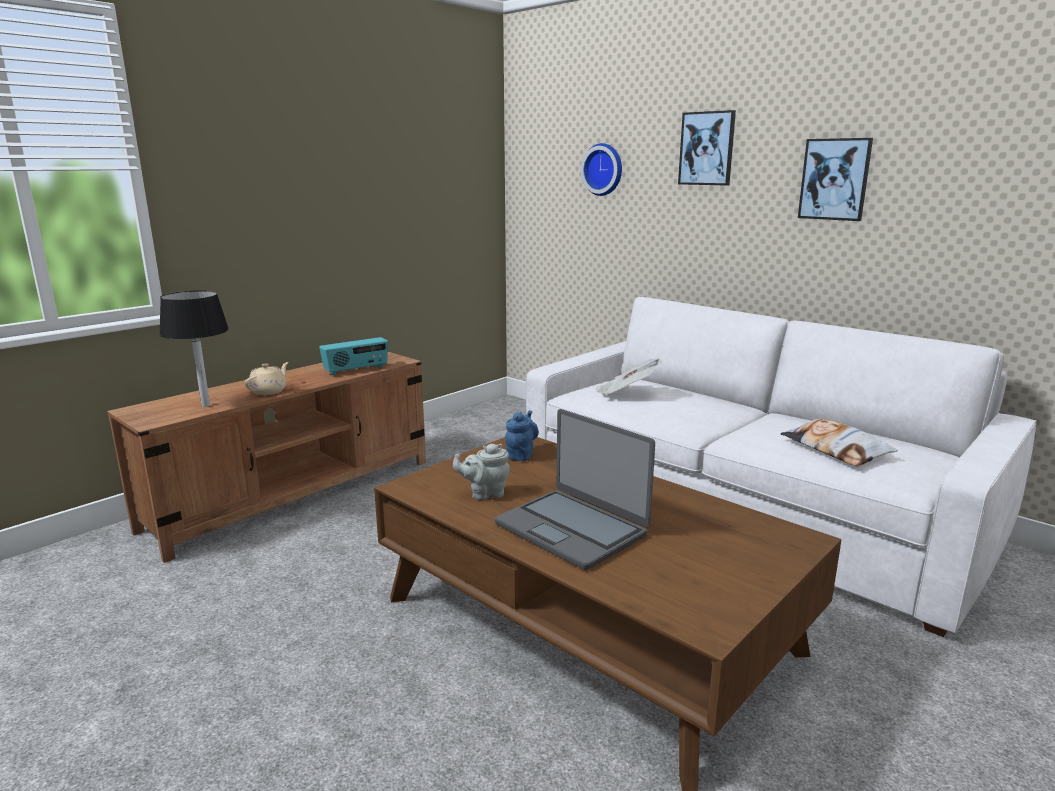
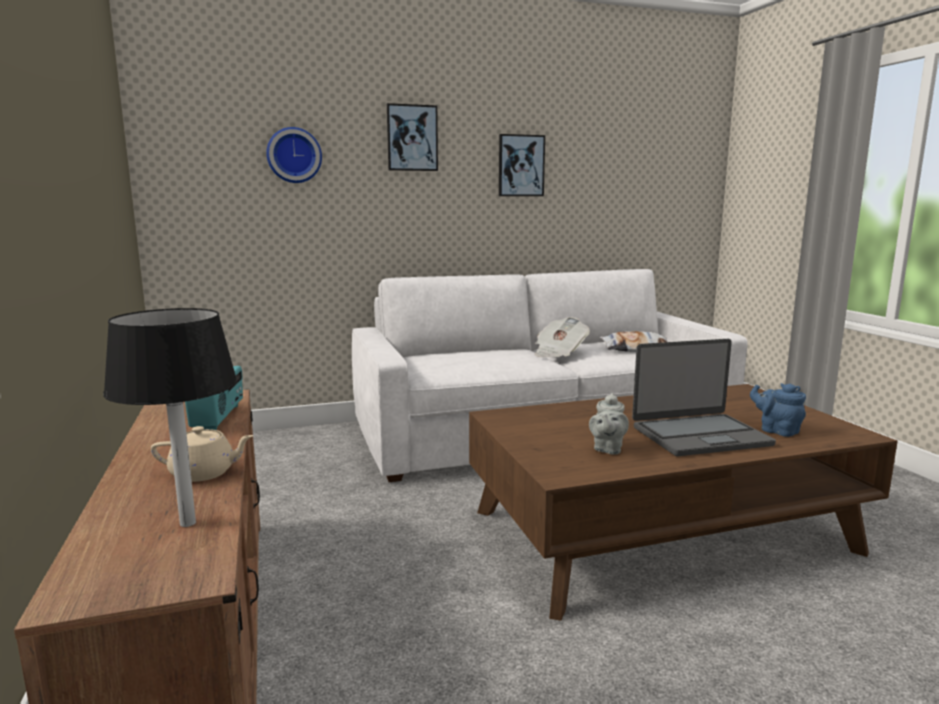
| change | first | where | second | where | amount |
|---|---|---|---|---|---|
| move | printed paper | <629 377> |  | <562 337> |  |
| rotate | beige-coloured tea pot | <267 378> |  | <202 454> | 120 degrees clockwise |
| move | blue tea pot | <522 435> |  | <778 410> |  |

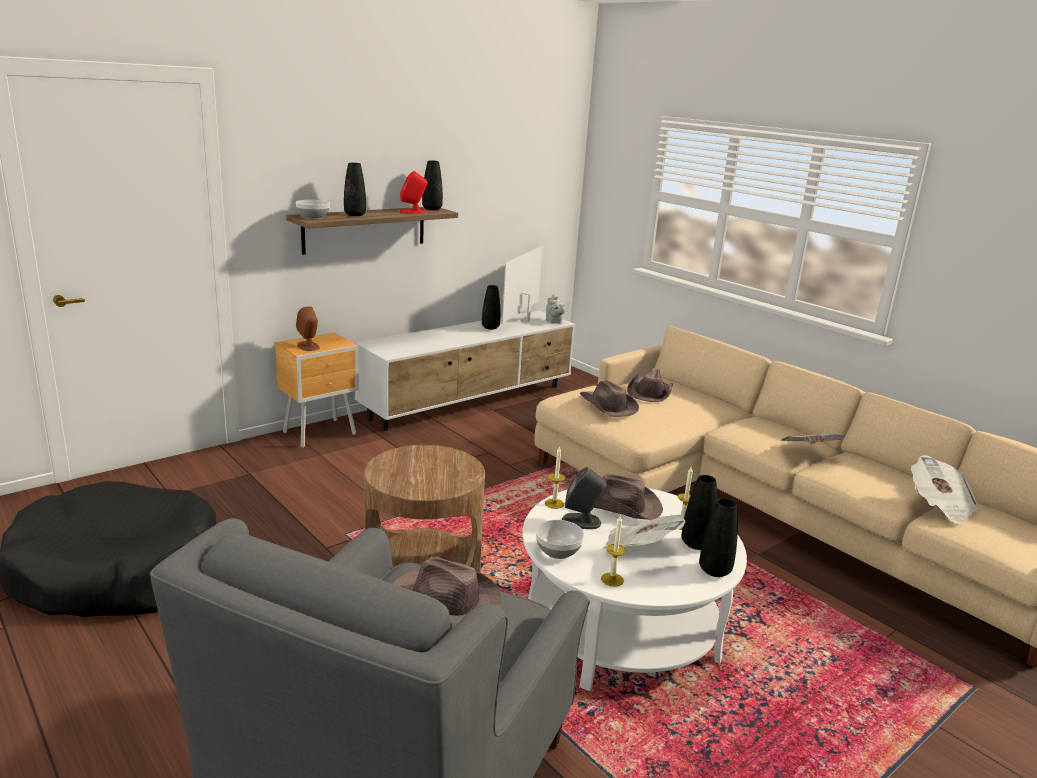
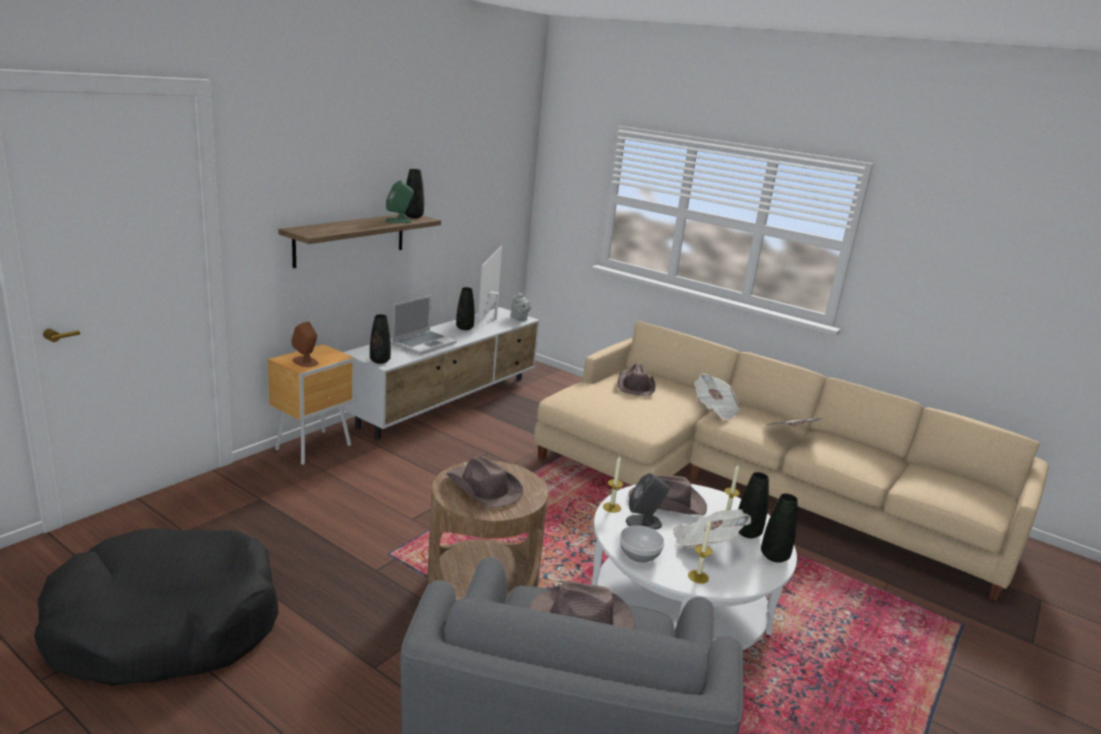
| change | first | where | second | where | amount |
|---|---|---|---|---|---|
| move | black flower vase | <355 189> |  | <380 339> |  |
| recolor | red loudspeaker | <413 192> | green loudspeaker | <400 202> |  |
| delete | serving bowl | <313 209> |  |  |  |
| move | brown-coloured wearable hat | <609 398> |  | <484 481> |  |
| move | printed paper | <945 489> |  | <718 397> |  |
| insert |  |  | portable computer | <424 325> |  |

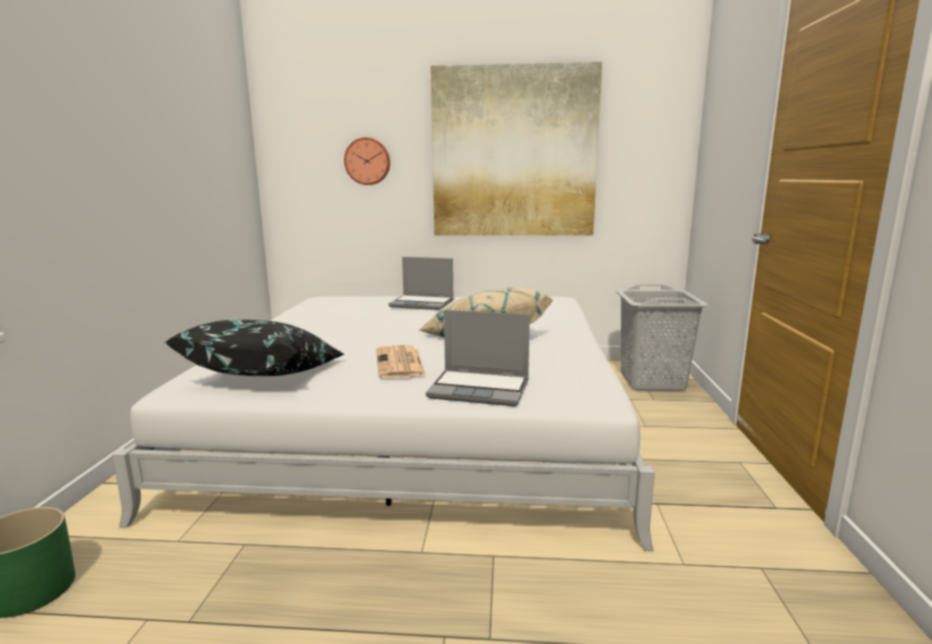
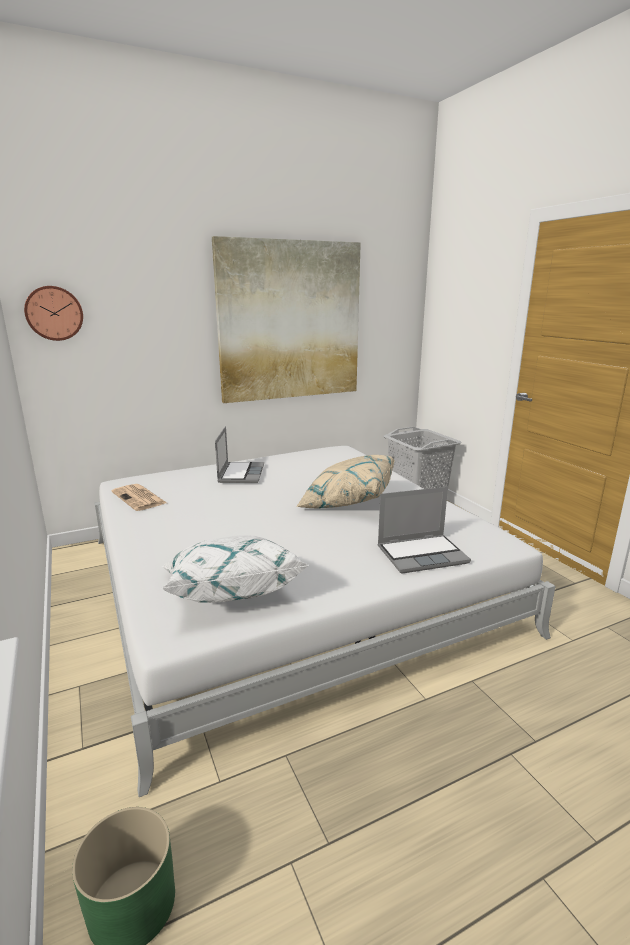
| change | first | where | second | where | amount |
|---|---|---|---|---|---|
| move | clock on the wall | <367 161> |  | <53 313> |  |
| rotate | portable computer | <421 283> |  | <239 454> | 75 degrees counterclockwise |
| recolor | black pillow | <254 348> | white-coloured pillow | <235 569> |  |
| move | printed paper | <401 361> |  | <139 497> |  |

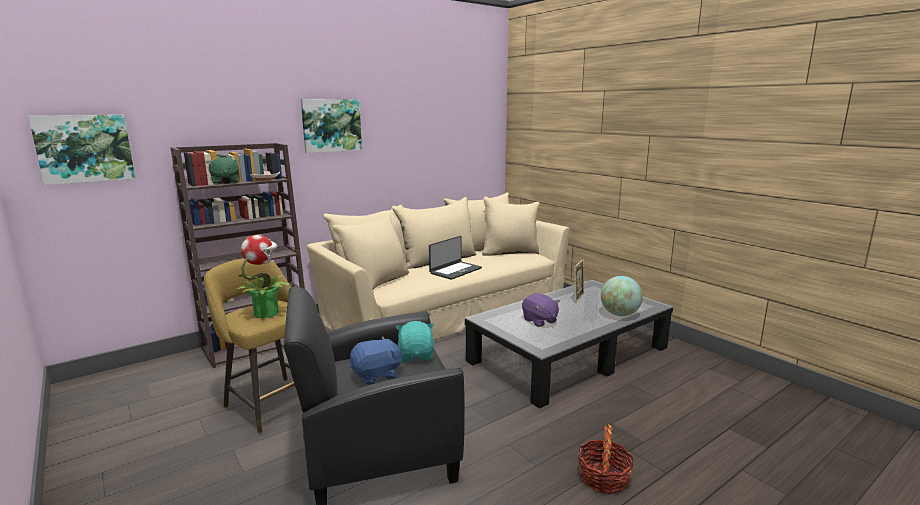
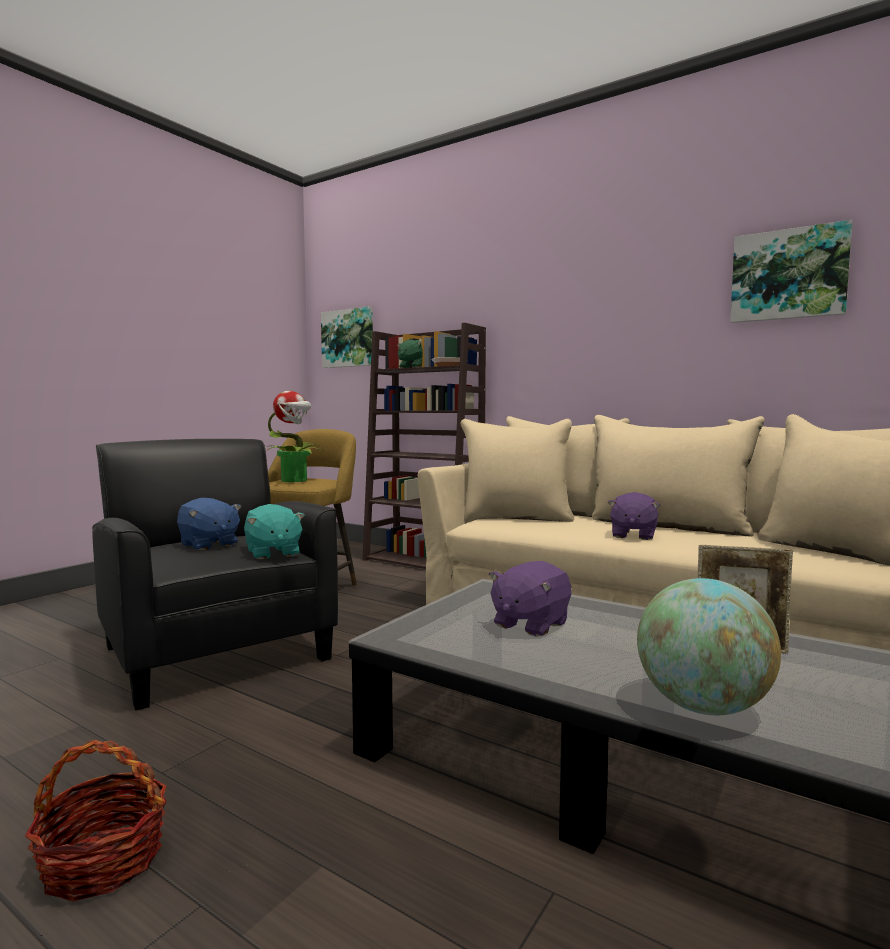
| change | first | where | second | where | amount |
|---|---|---|---|---|---|
| move | picture | <331 126> |  | <791 271> |  |
| replace | portable computer | <455 258> | purple-coloured plush toy | <634 516> |  |
| rotate | turquoise plush toy | <415 341> |  | <274 532> | 90 degrees clockwise |

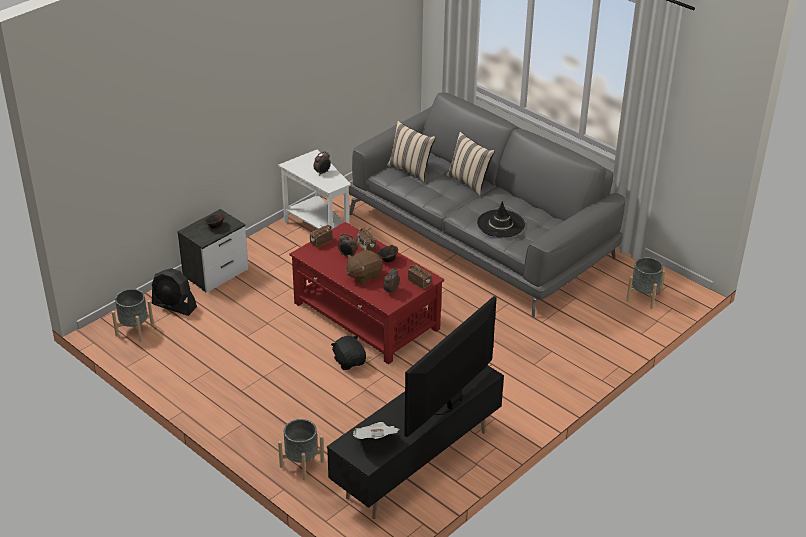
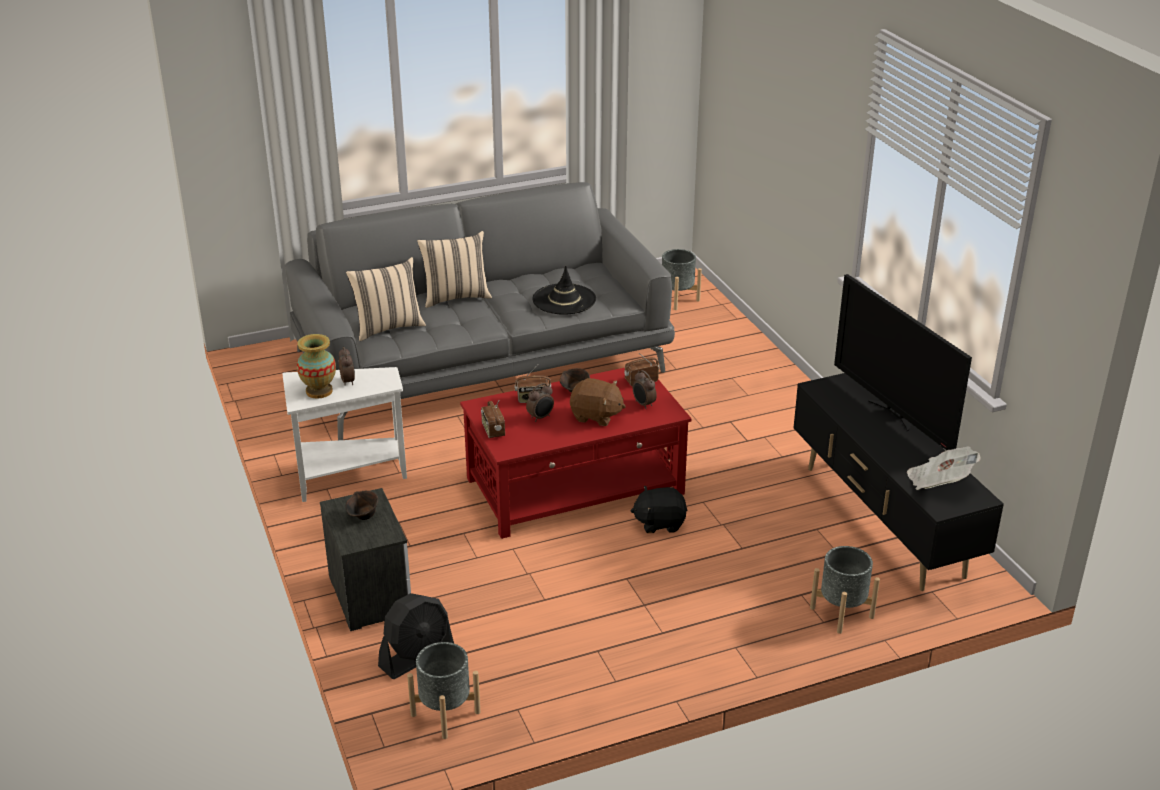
| change | first | where | second | where | amount |
|---|---|---|---|---|---|
| rotate | brown-coloured plush toy | <365 267> |  | <598 402> | 60 degrees counterclockwise |
| insert |  |  | flower vase | <316 366> |  |

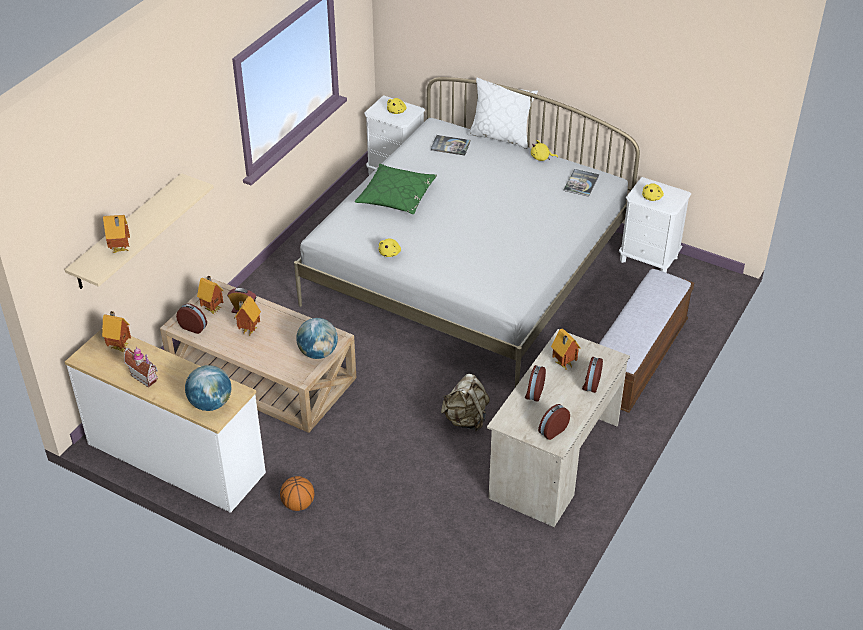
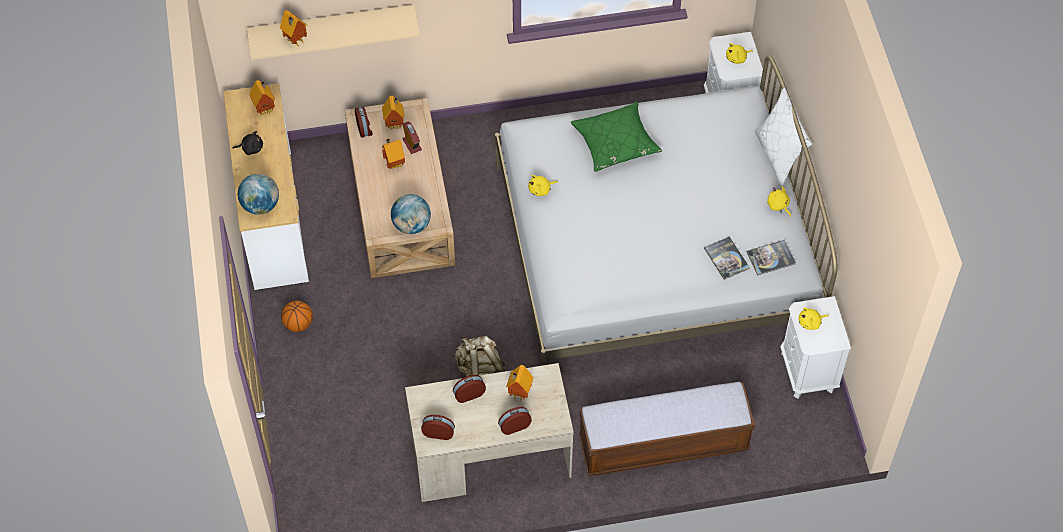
| change | first | where | second | where | amount |
|---|---|---|---|---|---|
| move | book | <451 145> |  | <727 258> |  |
| replace | miniature house | <141 367> | black plush toy | <248 143> |  |

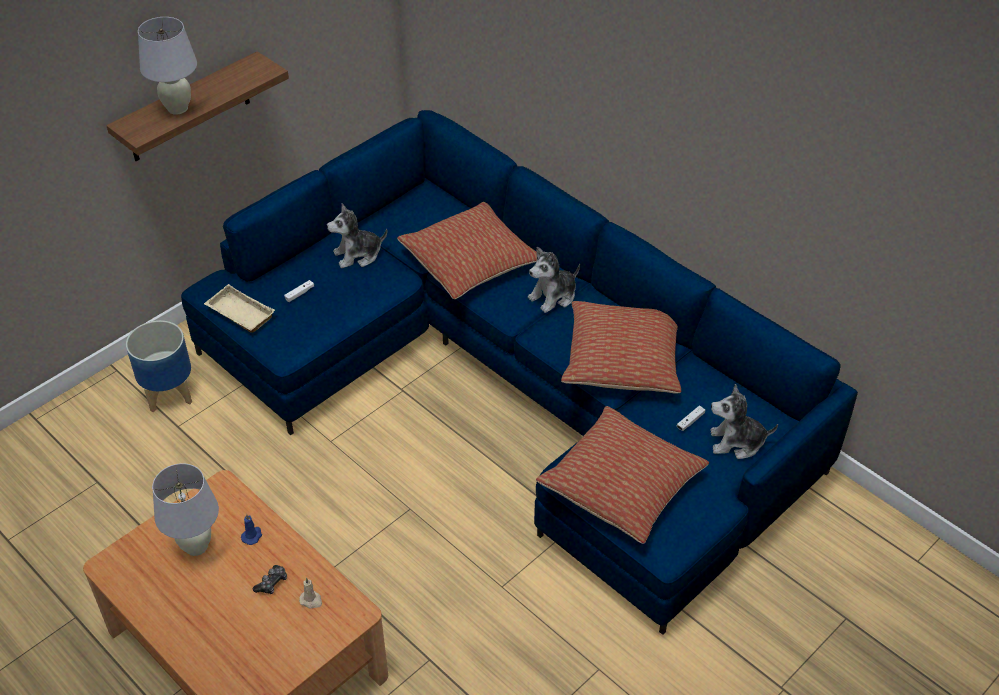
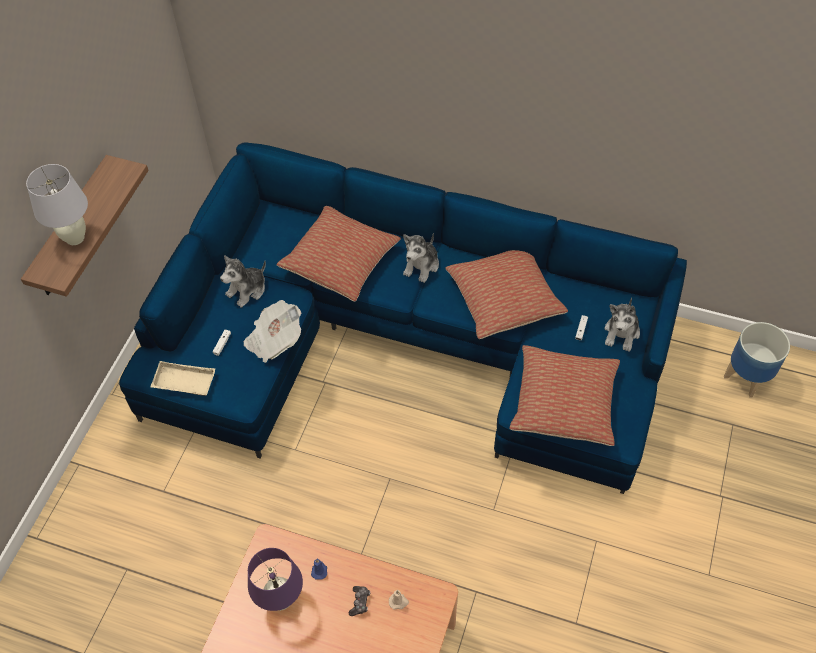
| change | first | where | second | where | amount |
|---|---|---|---|---|---|
| move | planter | <159 366> |  | <757 359> |  |
| rotate | plush toy | <744 421> |  | <622 325> | 45 degrees counterclockwise |
| recolor | white-coloured lamp for a table | <185 509> | purple-coloured lamp for a table | <275 579> |  |
| insert |  |  | printed paper | <272 331> |  |

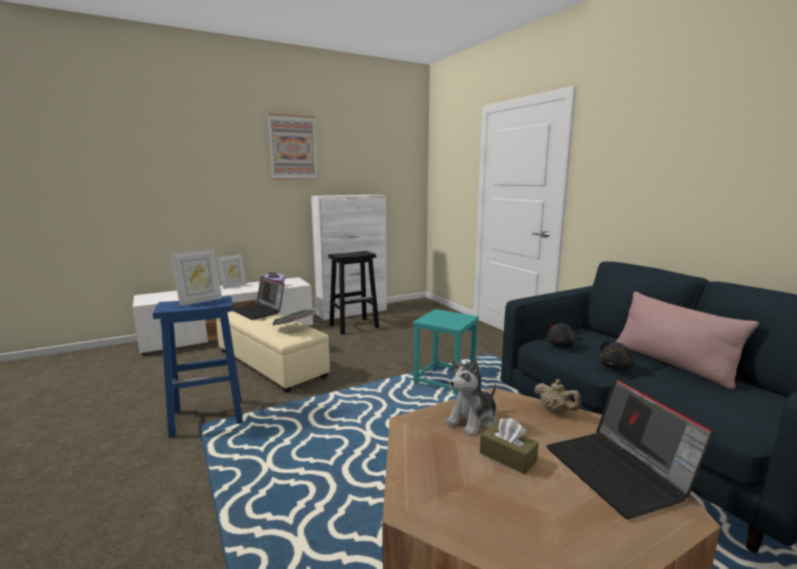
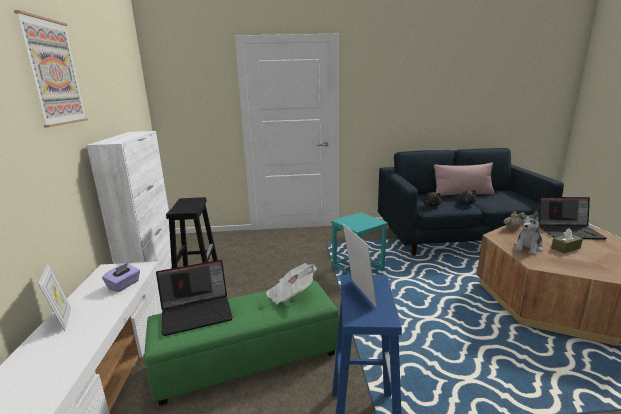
| change | first | where | second | where | amount |
|---|---|---|---|---|---|
| recolor | beige-coloured footrest | <273 352> | green footrest | <241 343> |  |
| rotate | plush toy | <470 397> |  | <528 233> | 60 degrees clockwise |

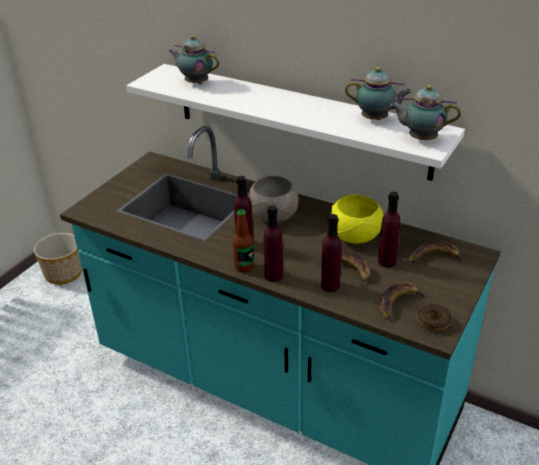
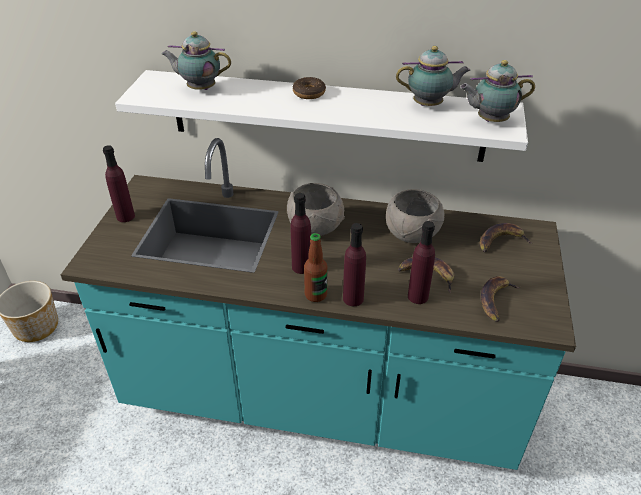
| change | first | where | second | where | amount |
|---|---|---|---|---|---|
| move | purple-coloured drink bottle | <389 230> |  | <119 183> |  |
| recolor | yellowish serving bowl | <357 219> | greyish serving bowl | <415 216> |  |
| move | ring doughnut | <434 317> |  | <309 88> |  |

